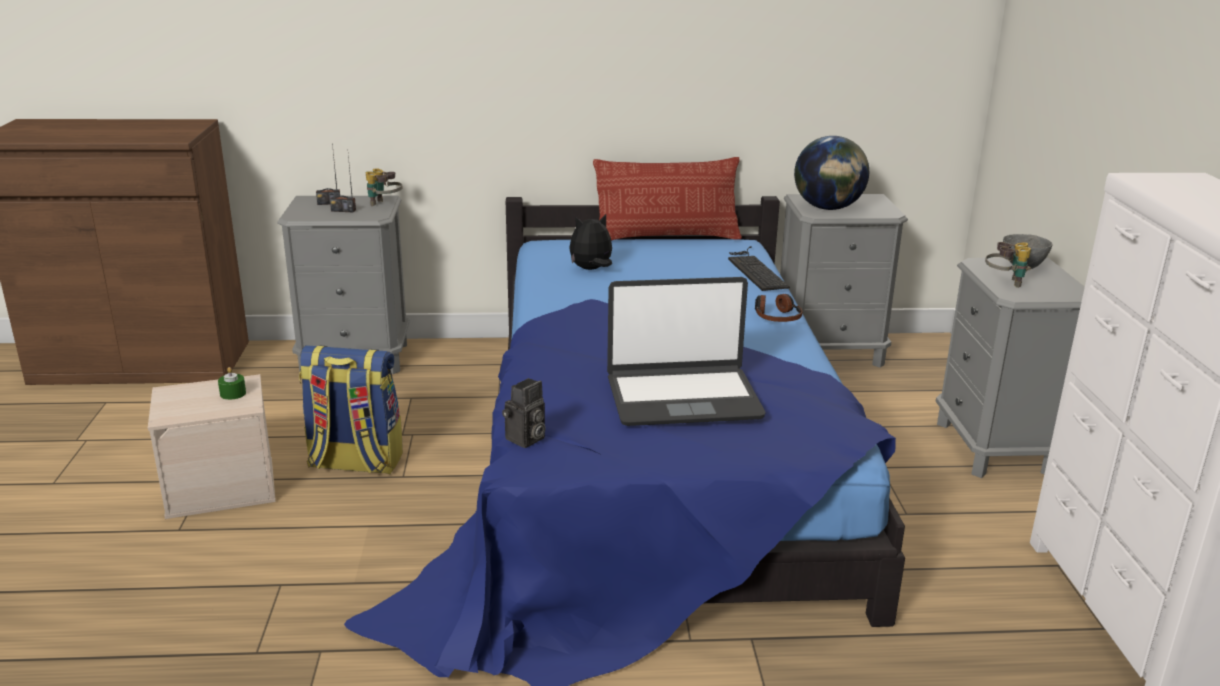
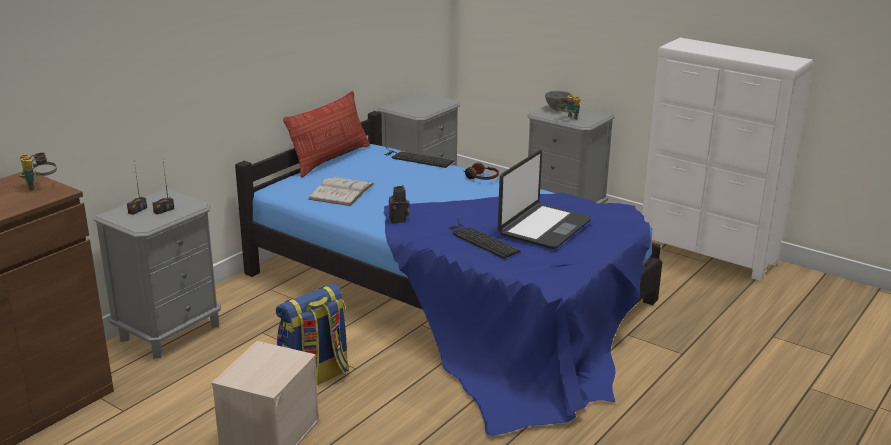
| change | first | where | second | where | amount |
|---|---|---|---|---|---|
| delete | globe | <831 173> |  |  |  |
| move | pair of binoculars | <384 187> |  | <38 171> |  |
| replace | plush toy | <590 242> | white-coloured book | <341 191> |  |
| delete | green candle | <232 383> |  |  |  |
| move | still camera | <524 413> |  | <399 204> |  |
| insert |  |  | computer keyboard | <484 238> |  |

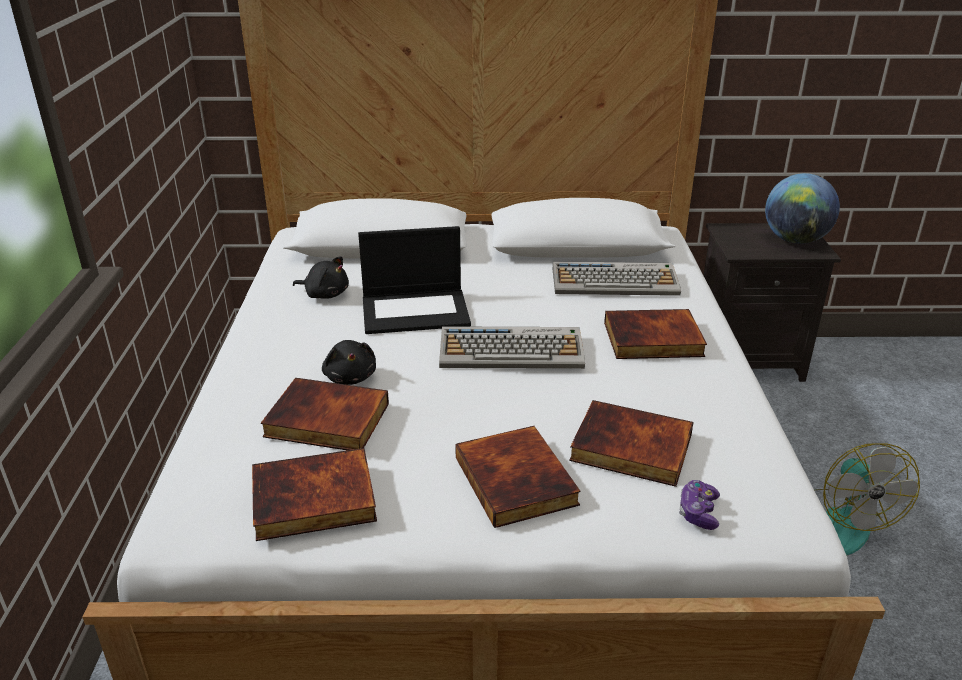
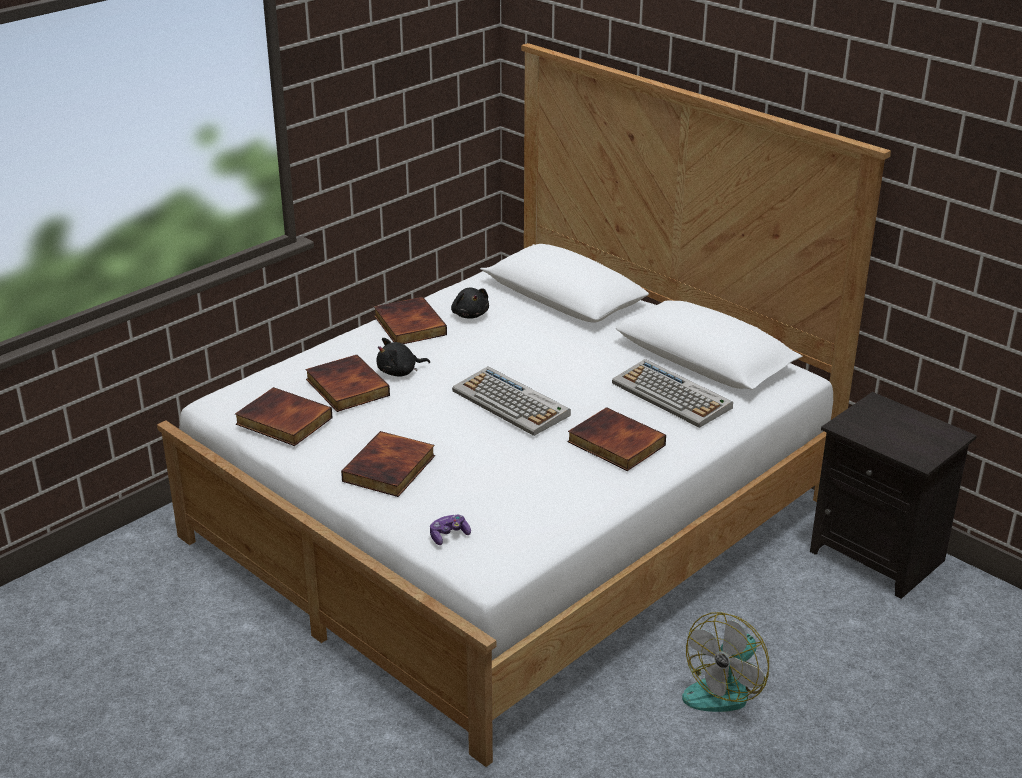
| change | first | where | second | where | amount |
|---|---|---|---|---|---|
| delete | globe | <802 208> |  |  |  |
| delete | portable computer | <414 280> |  |  |  |
| rotate | black plush toy | <349 362> |  | <403 357> | 45 degrees clockwise |
| move | book | <631 443> |  | <410 320> |  |

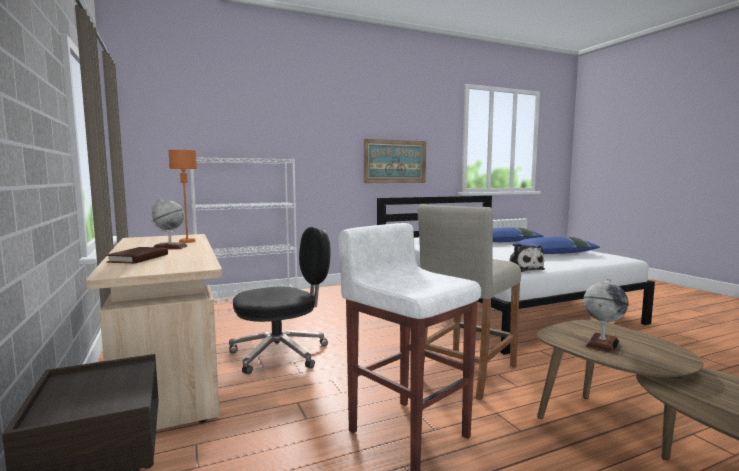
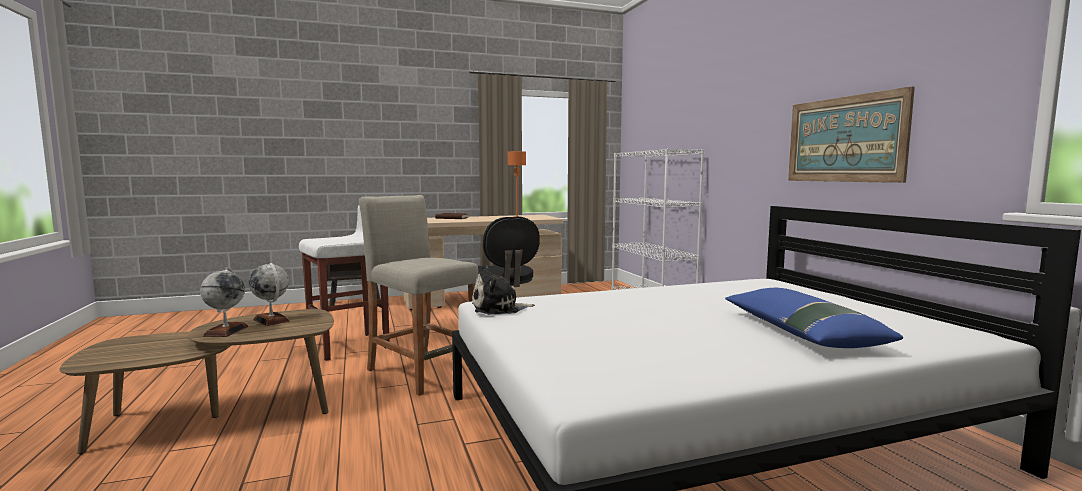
| change | first | where | second | where | amount |
|---|---|---|---|---|---|
| move | globe | <168 224> |  | <224 302> |  |
| delete | blue pillow | <556 245> |  |  |  |

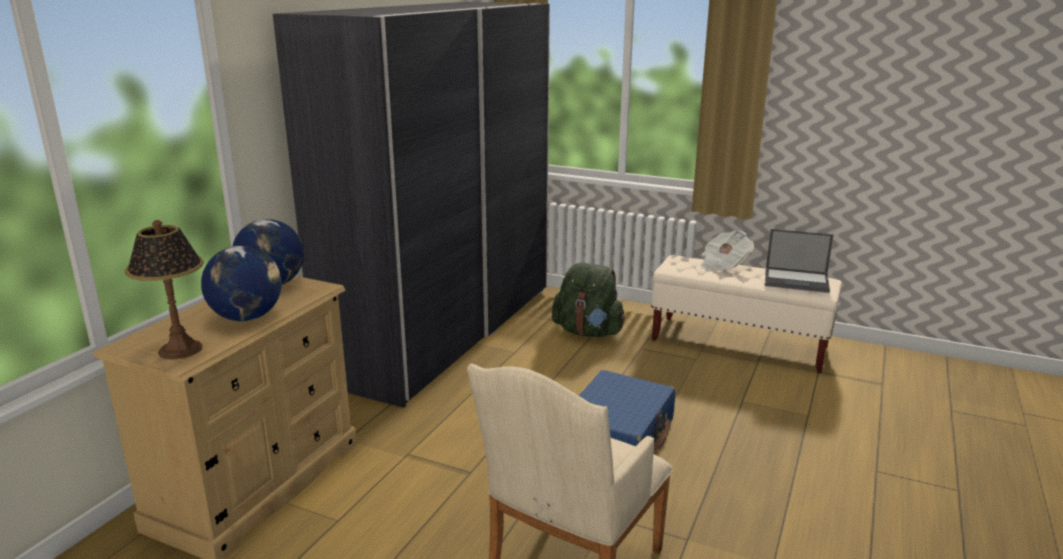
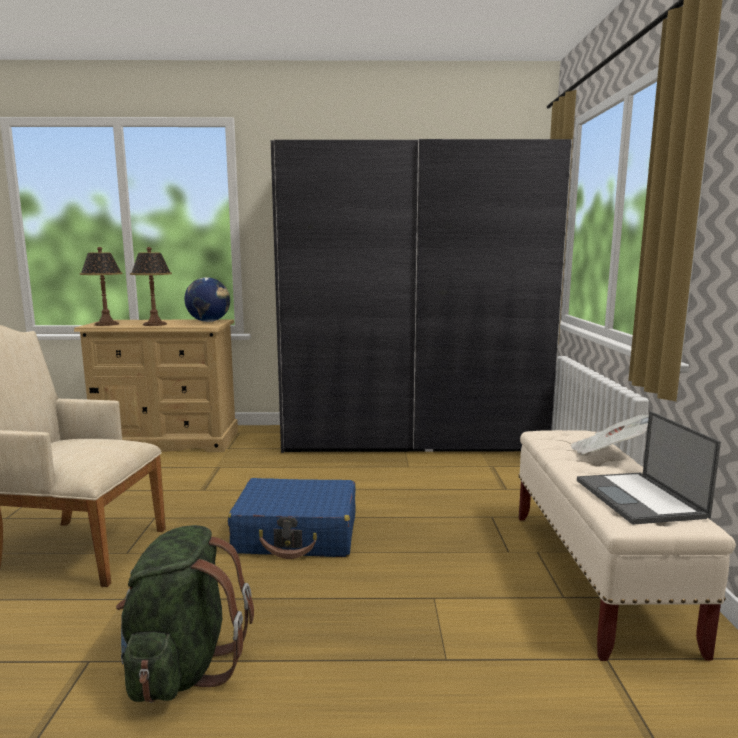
| change | first | where | second | where | amount |
|---|---|---|---|---|---|
| replace | globe | <241 283> | lamp for a table | <151 286> |  |
| move | green backpack | <588 300> |  | <185 614> |  |

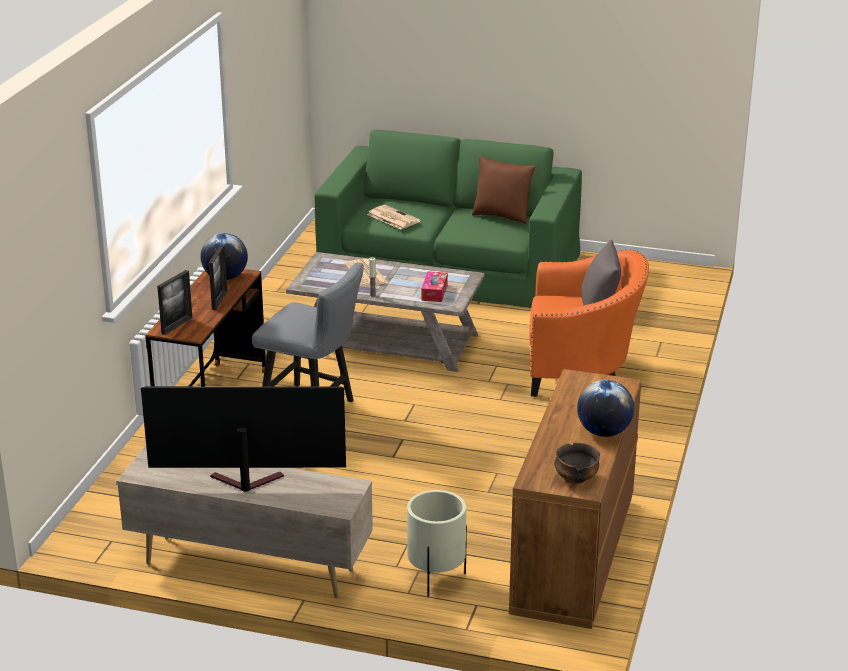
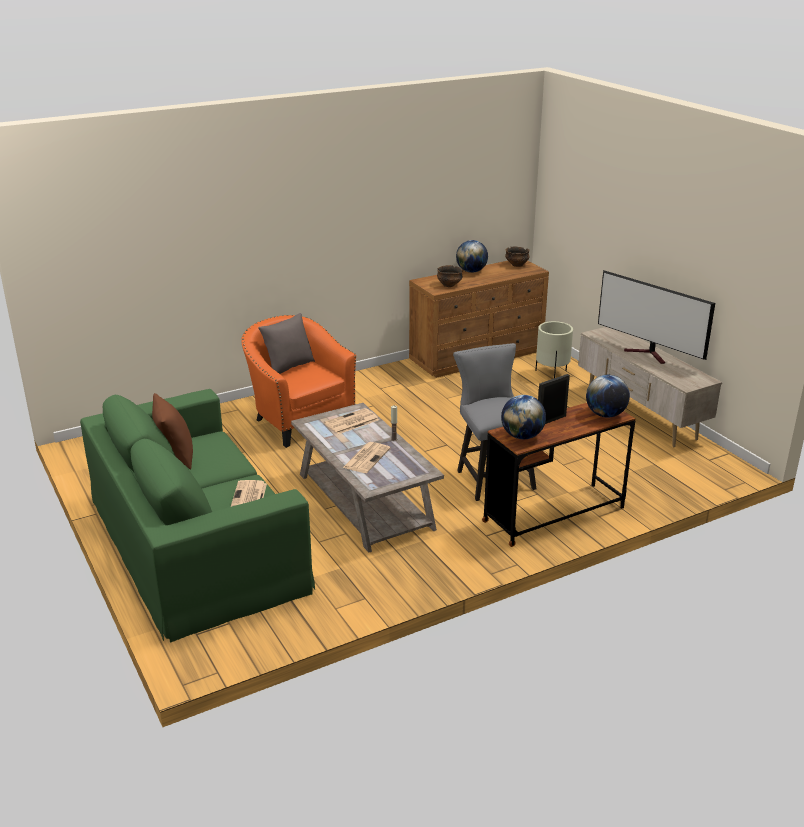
| change | first | where | second | where | amount |
|---|---|---|---|---|---|
| replace | picture frame | <175 302> | globe | <608 396> |  |
| replace | tissue box | <435 286> | printed paper | <351 421> |  |
| insert |  |  | serving bowl | <450 276> |  |

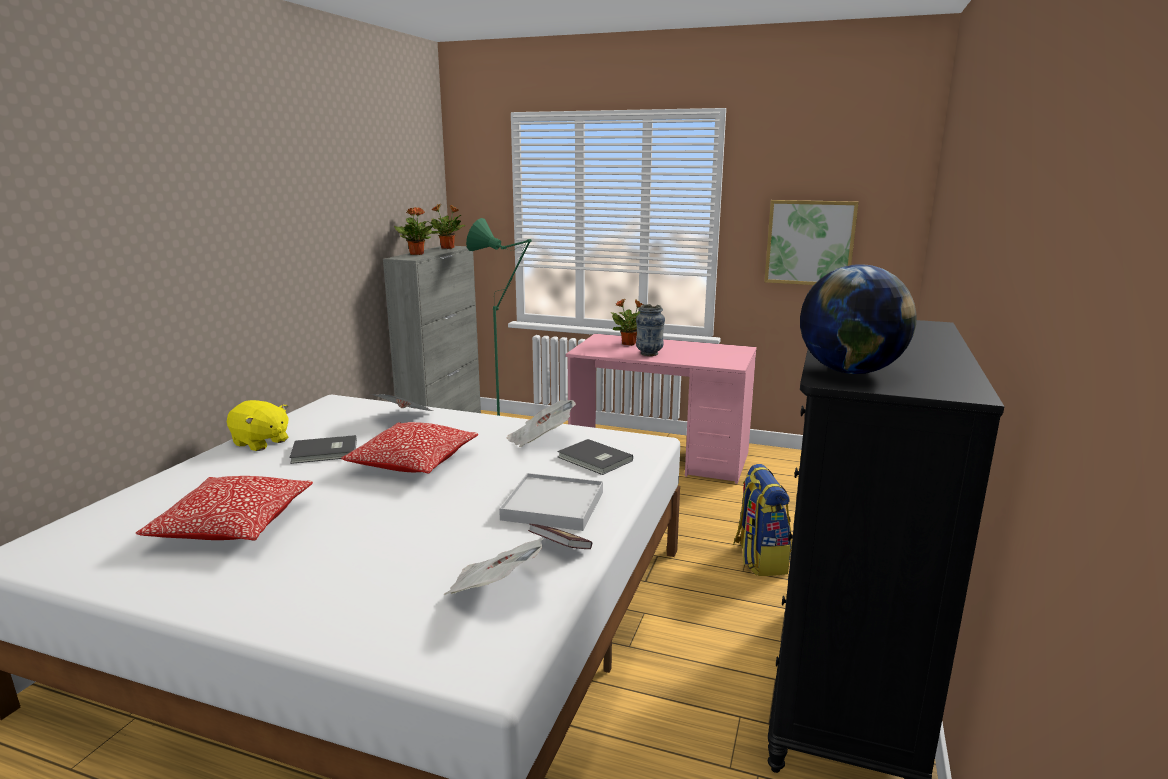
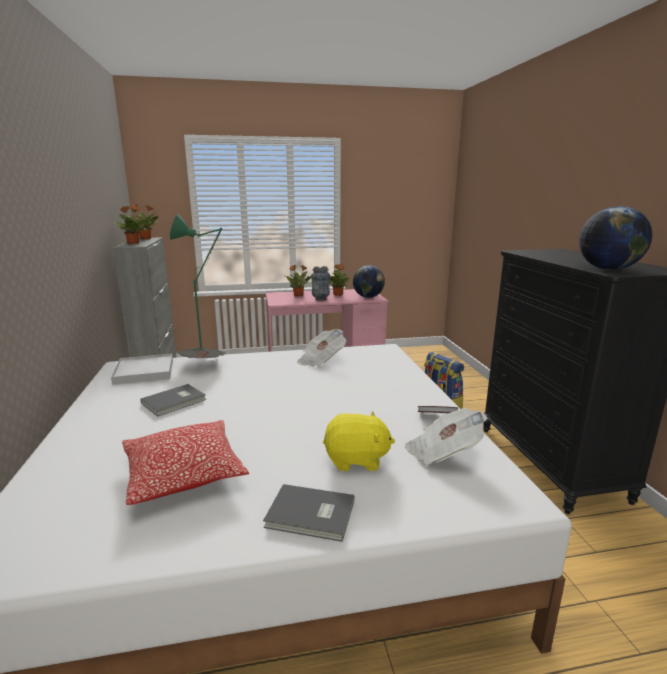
| change | first | where | second | where | amount |
|---|---|---|---|---|---|
| delete | picture | <811 242> |  |  |  |
| move | yellowish plush toy | <258 425> |  | <359 441> |  |
| delete | pillow | <409 448> |  |  |  |
| move | greyish book | <595 457> |  | <308 513> |  |
| move | white-coloured carrying tray | <551 502> |  | <142 369> |  |
| insert |  |  | potted plant | <340 280> |  |
| insert |  |  | globe | <369 281> |  |

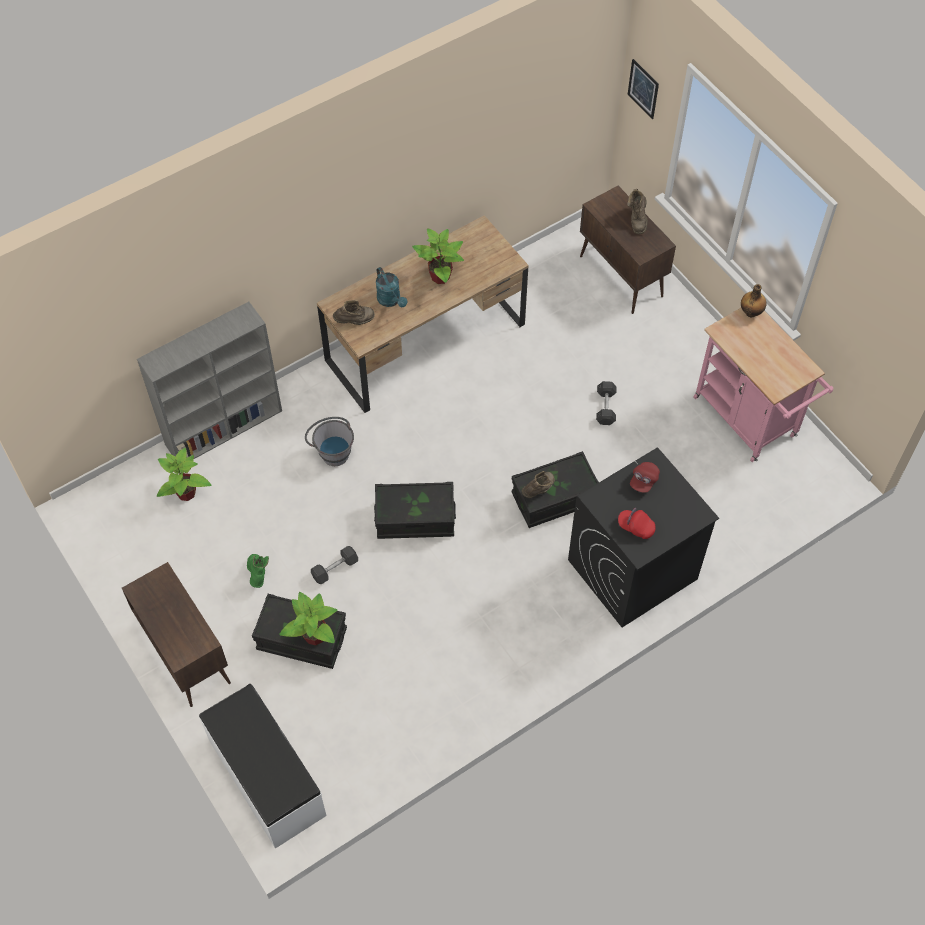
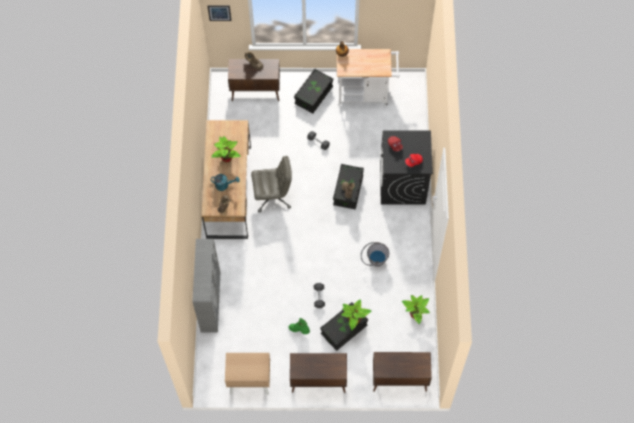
| change | first | where | second | where | amount |
|---|---|---|---|---|---|
| recolor | pinkish wheeled cart | <763 385> | white-coloured wheeled cart | <368 78> |  |
| move | greyish bucket | <329 441> |  | <375 254> |  |
| move | potted plant | <184 474> |  | <416 309> |  |
| move | black storage container | <415 510> |  | <313 90> |  |
| replace | white-coloured indoor bench | <263 766> | brown-coloured storage cabinet | <402 372> |  |
| insert |  |  | greyish office chair | <271 184> |  |
| insert |  |  | beige-coloured bedside table | <247 374> |  |

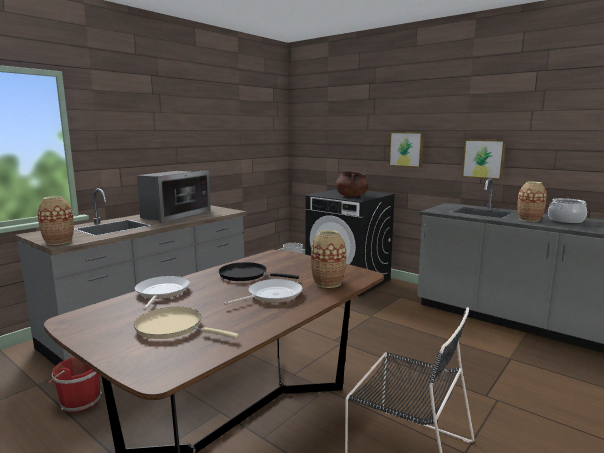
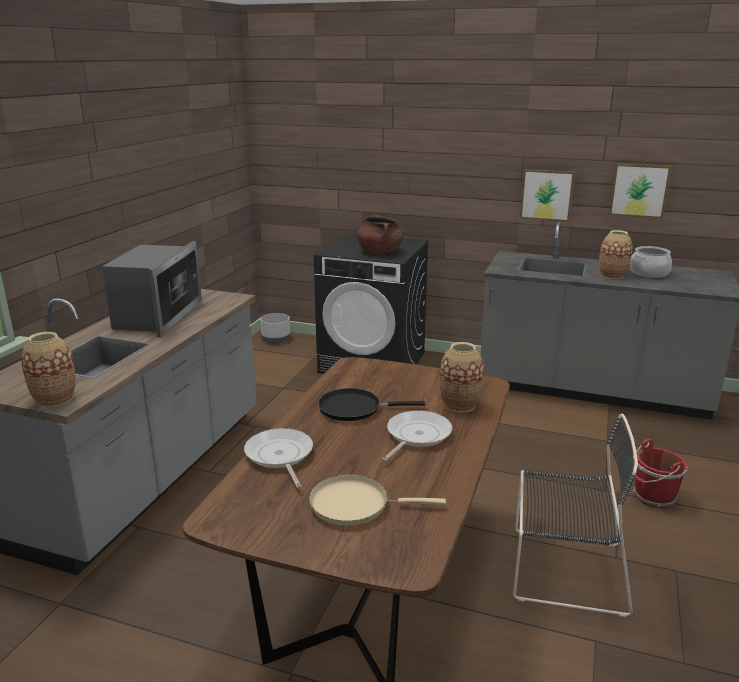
| change | first | where | second | where | amount |
|---|---|---|---|---|---|
| move | picture | <406 150> |  | <640 190> |  |
| move | red bucket | <75 385> |  | <660 473> |  |

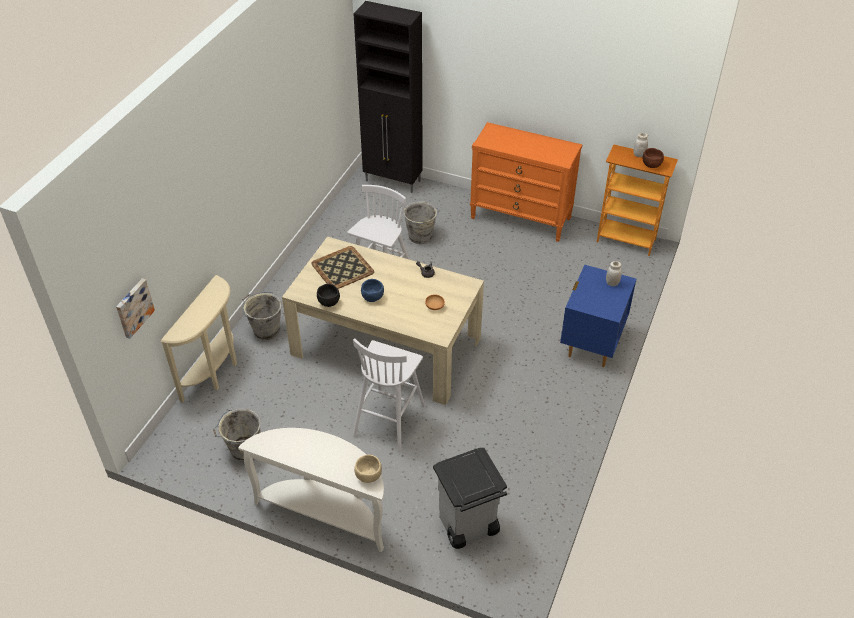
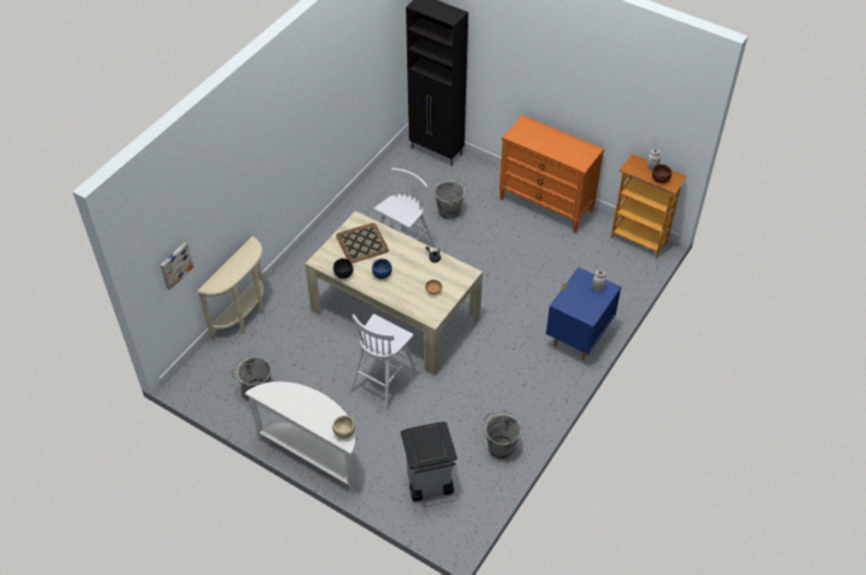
| change | first | where | second | where | amount |
|---|---|---|---|---|---|
| move | greyish bucket | <261 316> |  | <502 435> |  |

